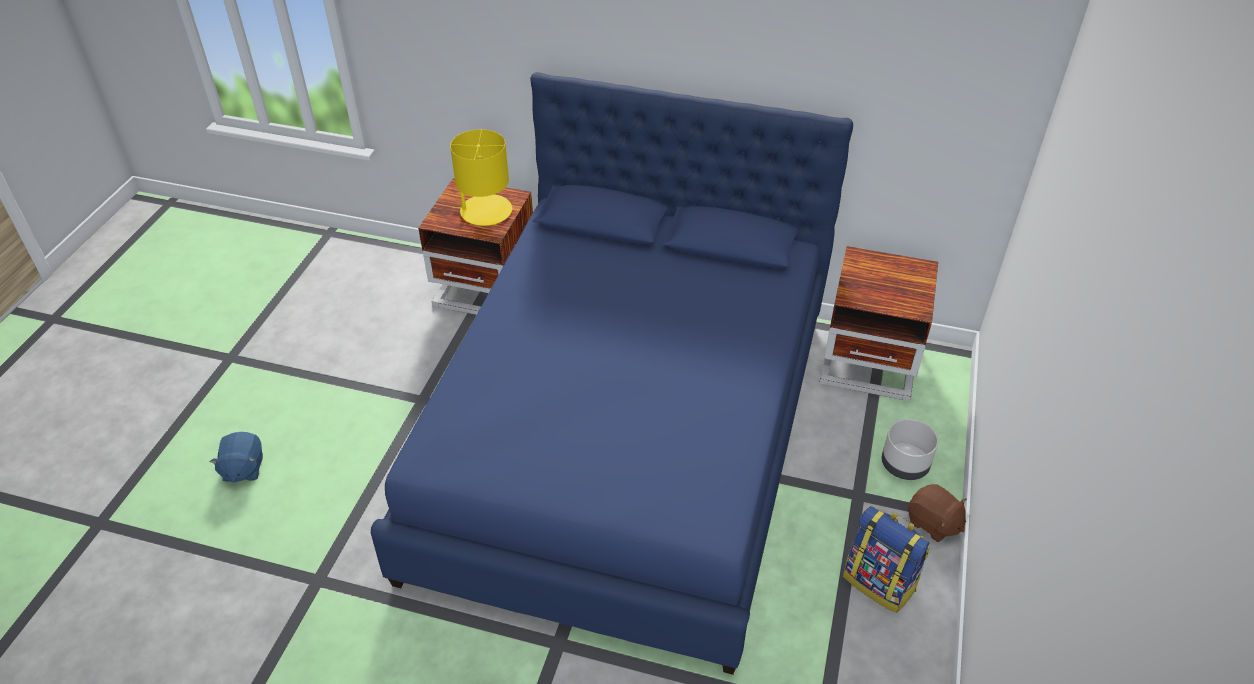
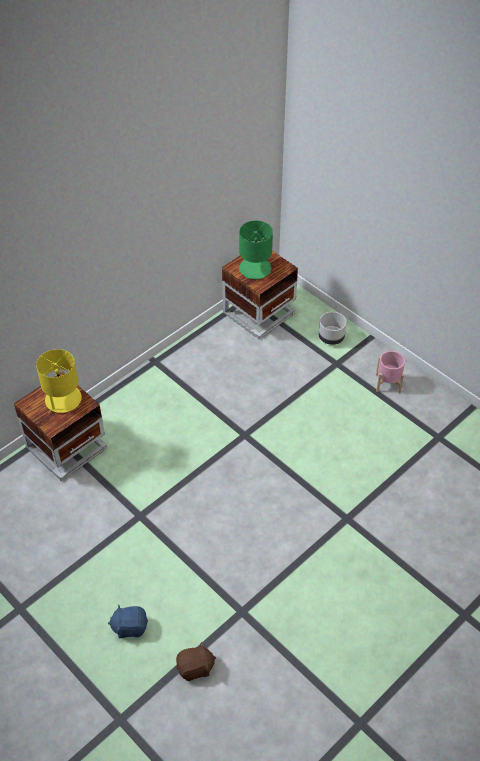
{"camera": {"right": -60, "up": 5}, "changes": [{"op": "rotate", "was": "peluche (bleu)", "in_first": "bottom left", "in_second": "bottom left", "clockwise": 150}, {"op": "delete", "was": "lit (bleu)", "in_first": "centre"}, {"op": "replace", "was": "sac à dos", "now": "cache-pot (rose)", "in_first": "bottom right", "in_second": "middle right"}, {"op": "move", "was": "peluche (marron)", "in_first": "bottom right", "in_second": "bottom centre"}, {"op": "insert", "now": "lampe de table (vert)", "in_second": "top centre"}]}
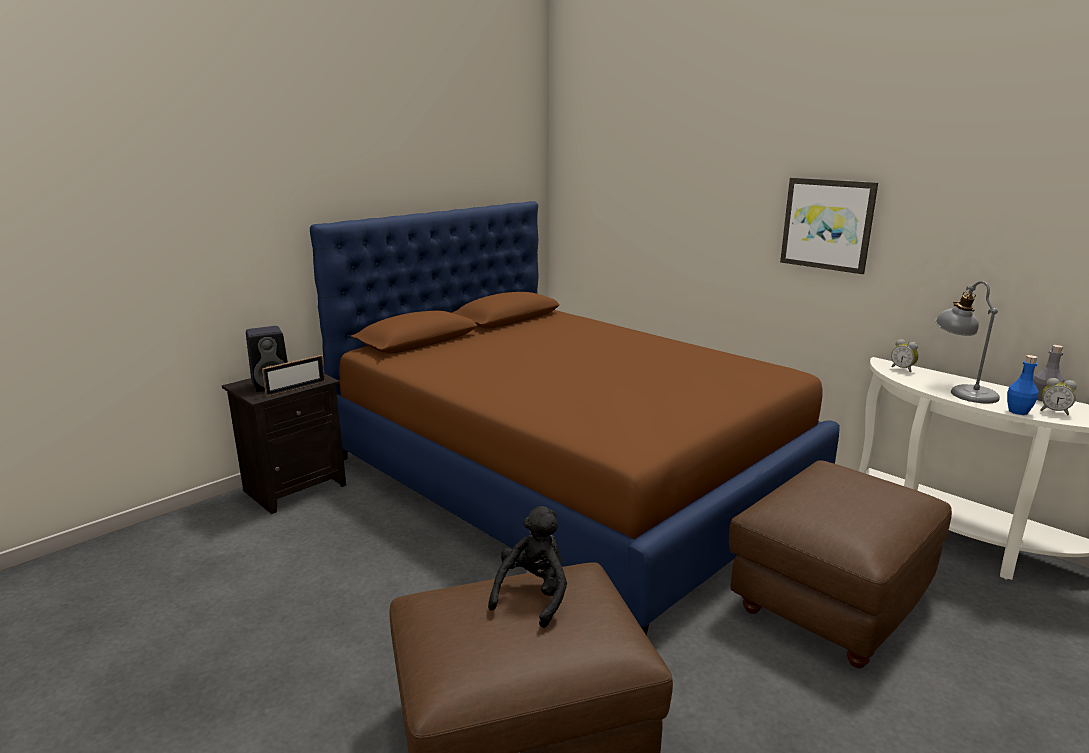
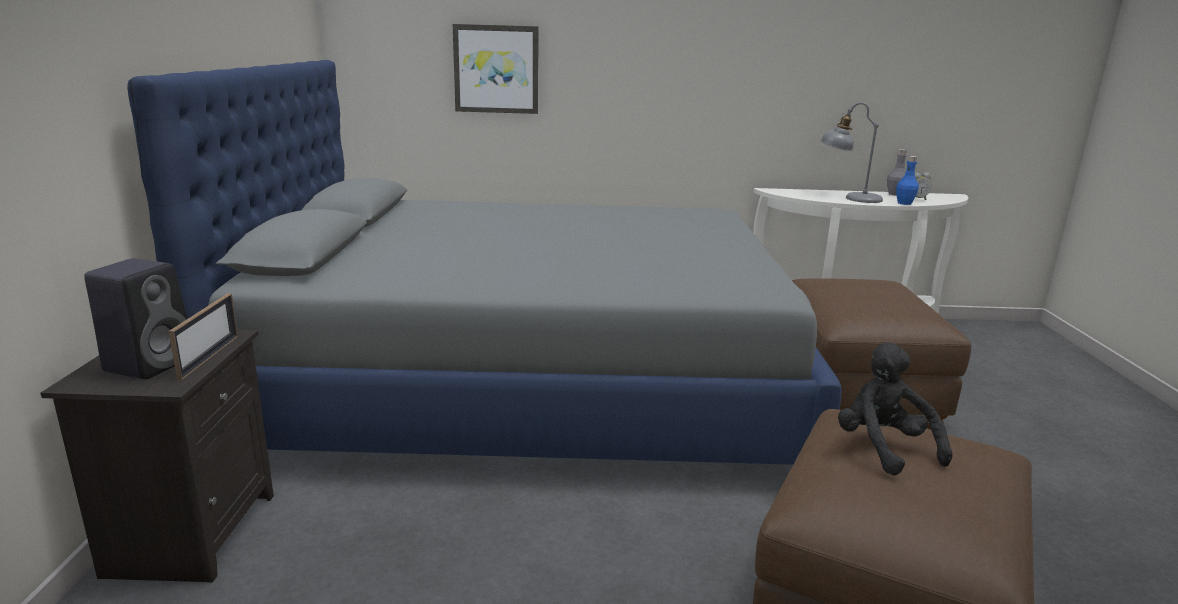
{"camera": {"right": -45, "up": 0}, "changes": [{"op": "recolor", "was": "lit (marron)", "now": "lit (gris)", "in_first": "centre", "in_second": "centre"}, {"op": "move", "was": "tableau", "in_first": "top right", "in_second": "top centre"}, {"op": "delete", "was": "réveil (1st from left)", "in_first": "middle right"}]}
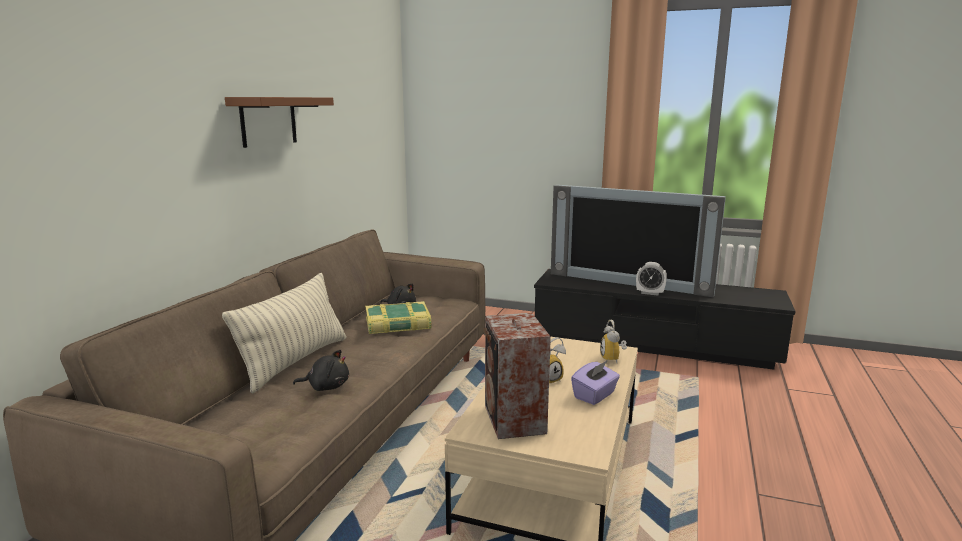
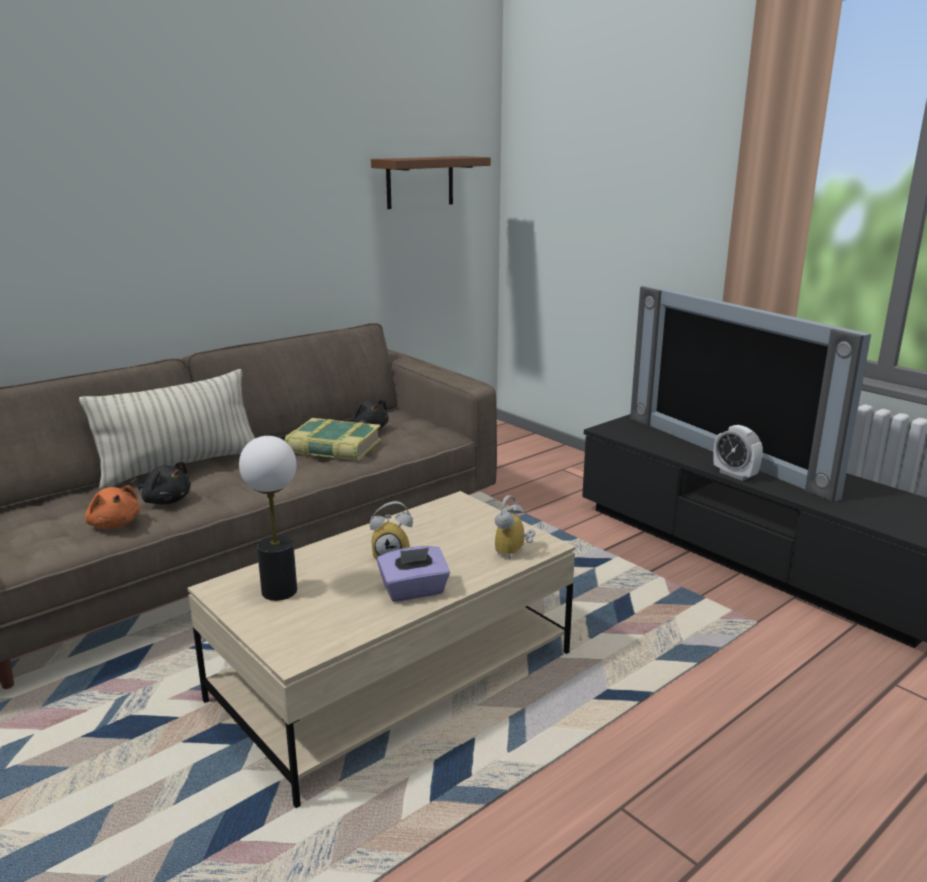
{"camera": {"right": 30, "up": 5}, "changes": [{"op": "move", "was": "étagère (marron)", "in_first": "top left", "in_second": "top centre"}, {"op": "replace", "was": "enceinte", "now": "lampe de table", "in_first": "bottom centre", "in_second": "middle left"}, {"op": "insert", "now": "peluche (orange)", "in_second": "middle left"}]}
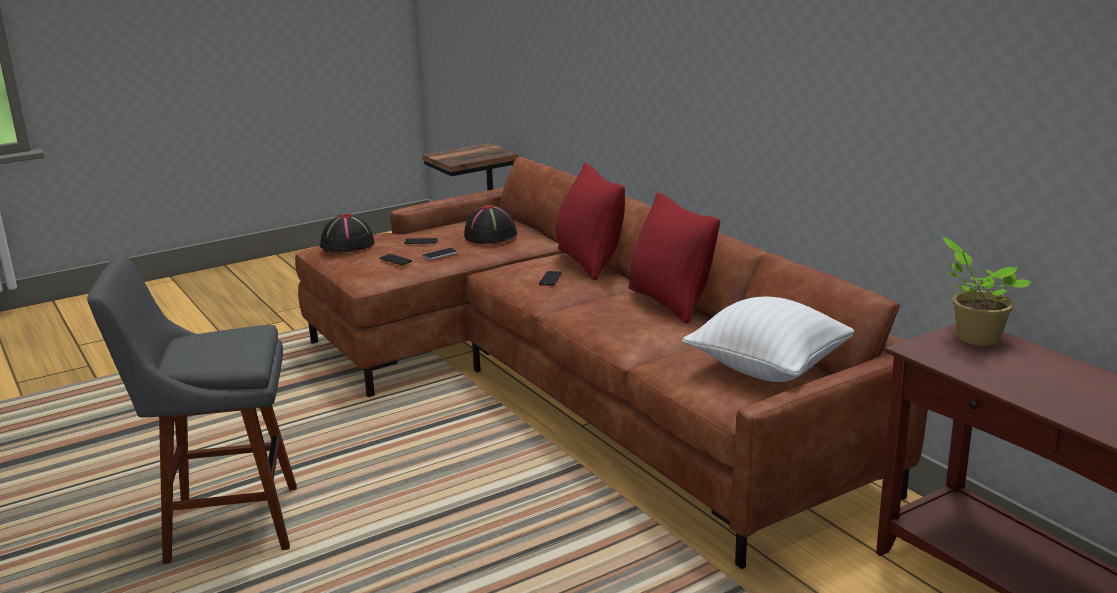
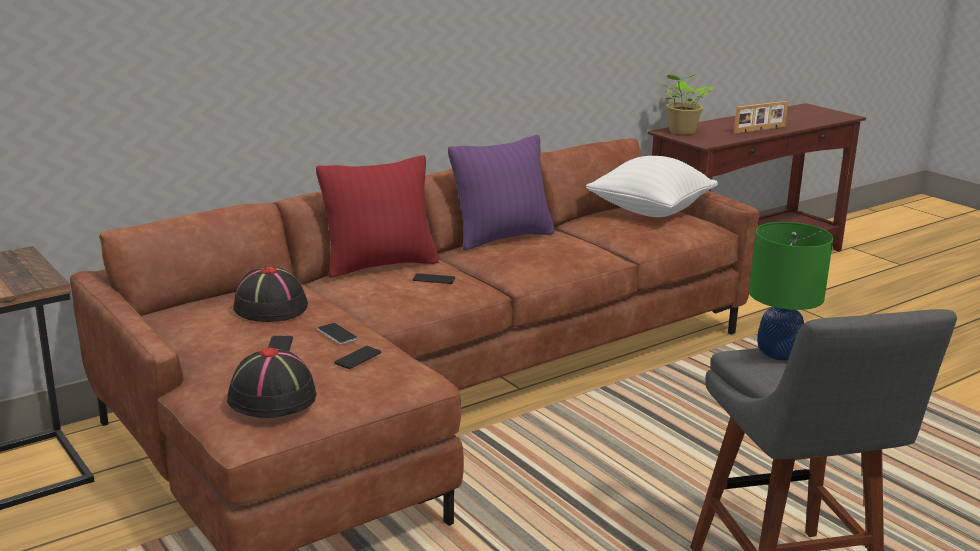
{"camera": {"right": -95, "up": 0}, "changes": [{"op": "recolor", "was": "coussin (rouge) (2nd from left)", "now": "coussin (violet)", "in_first": "centre", "in_second": "centre"}, {"op": "insert", "now": "cadre photo", "in_second": "top right"}, {"op": "insert", "now": "lampe de table (vert)", "in_second": "middle right"}]}
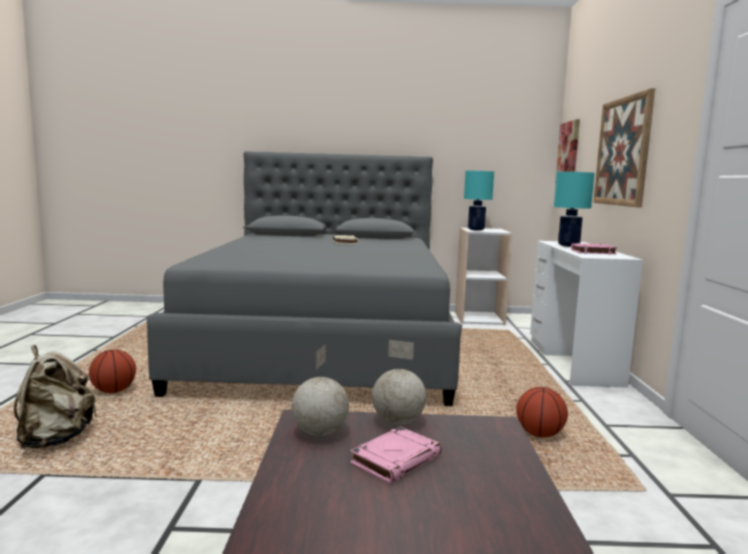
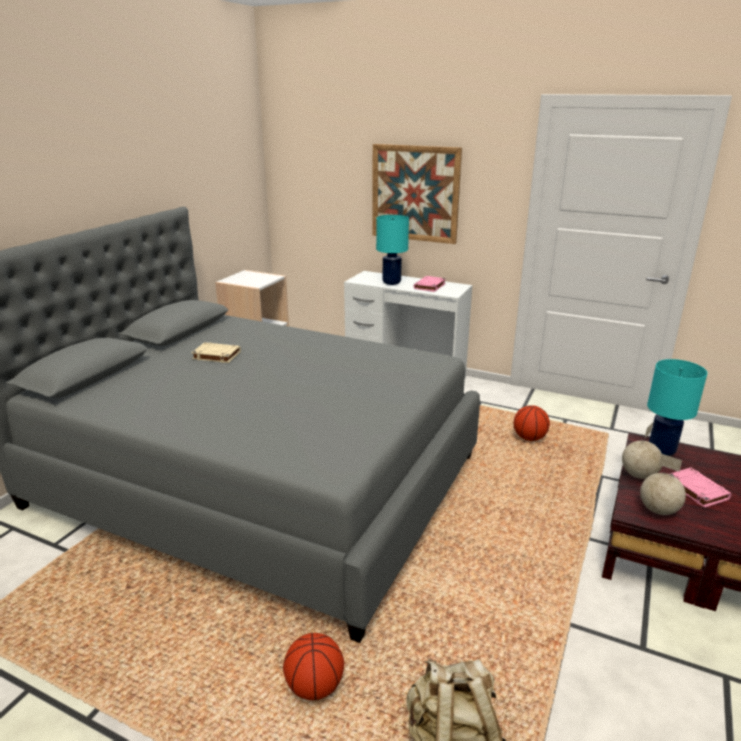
{"camera": {"right": -65, "up": 15}, "changes": [{"op": "move", "was": "lampe de table (turquoise) (1st from left in the first image)", "now": "lampe de table (turquoise) (2nd from left)", "in_first": "centre", "in_second": "middle right"}, {"op": "delete", "was": "tableau (1st from left)", "in_first": "top right"}]}
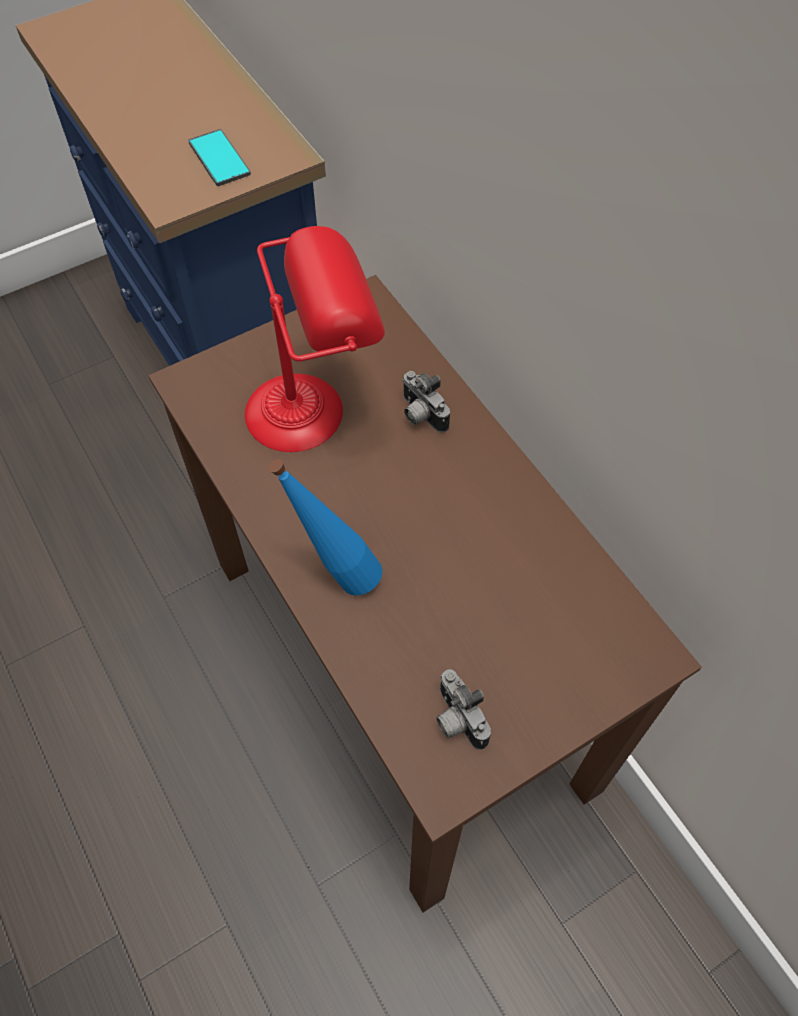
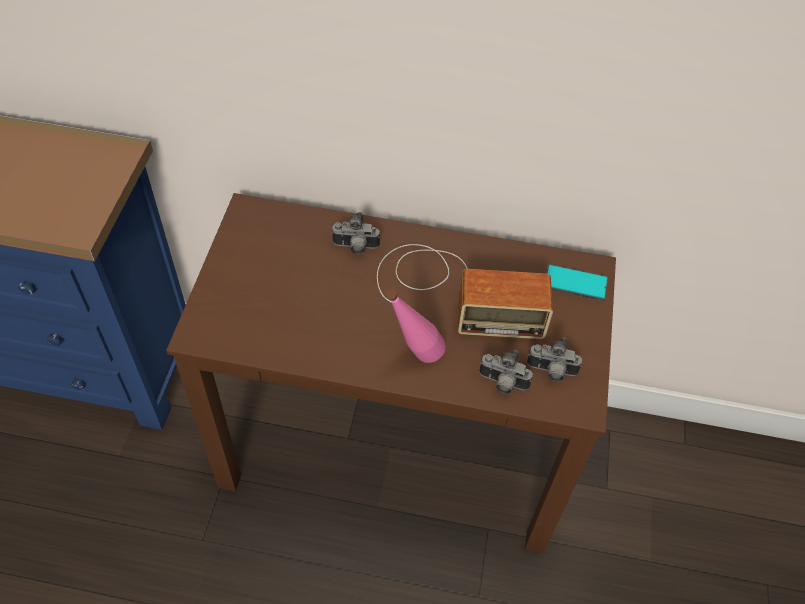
{"camera": {"right": -50, "up": -5}, "changes": [{"op": "move", "was": "téléphone", "in_first": "top left", "in_second": "middle right"}, {"op": "delete", "was": "lampe de table (rouge)", "in_first": "centre"}, {"op": "recolor", "was": "bouteille (bleu)", "now": "bouteille (rose)", "in_first": "centre", "in_second": "centre"}, {"op": "insert", "now": "radio", "in_second": "centre"}, {"op": "insert", "now": "appareil photo (2nd from left)", "in_second": "centre"}]}
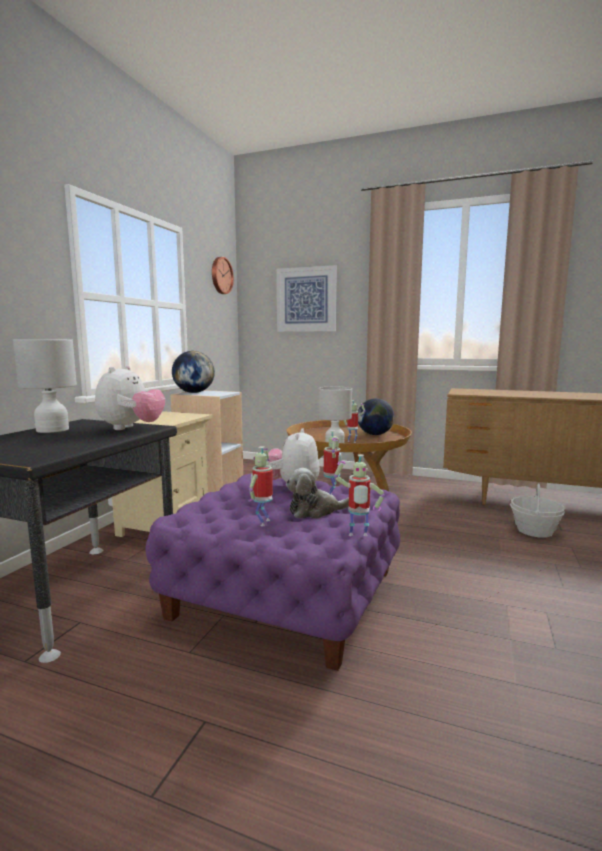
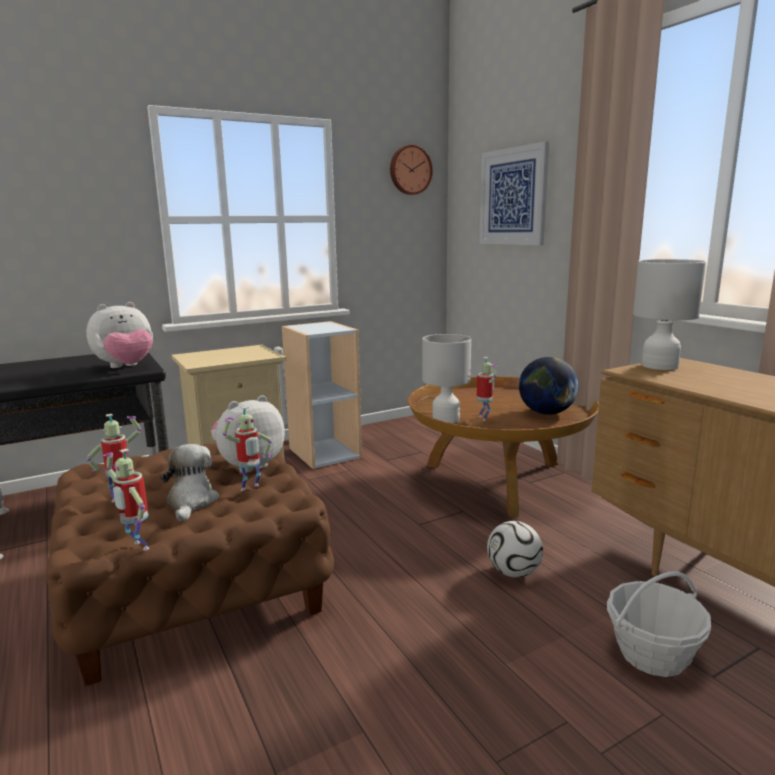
{"camera": {"right": 40, "up": 5}, "changes": [{"op": "move", "was": "lampe de table (gris) (1st from left in the first image)", "now": "lampe de table (gris) (2nd from left)", "in_first": "middle left", "in_second": "middle right"}, {"op": "recolor", "was": "pouf (violet)", "now": "pouf (marron)", "in_first": "bottom centre", "in_second": "bottom left"}, {"op": "delete", "was": "globe (1st from left)", "in_first": "middle left"}, {"op": "rotate", "was": "peluche (3rd from left in the first image)", "in_first": "centre", "in_second": "middle left", "clockwise": 60}, {"op": "insert", "now": "ballon de foot", "in_second": "bottom centre"}]}
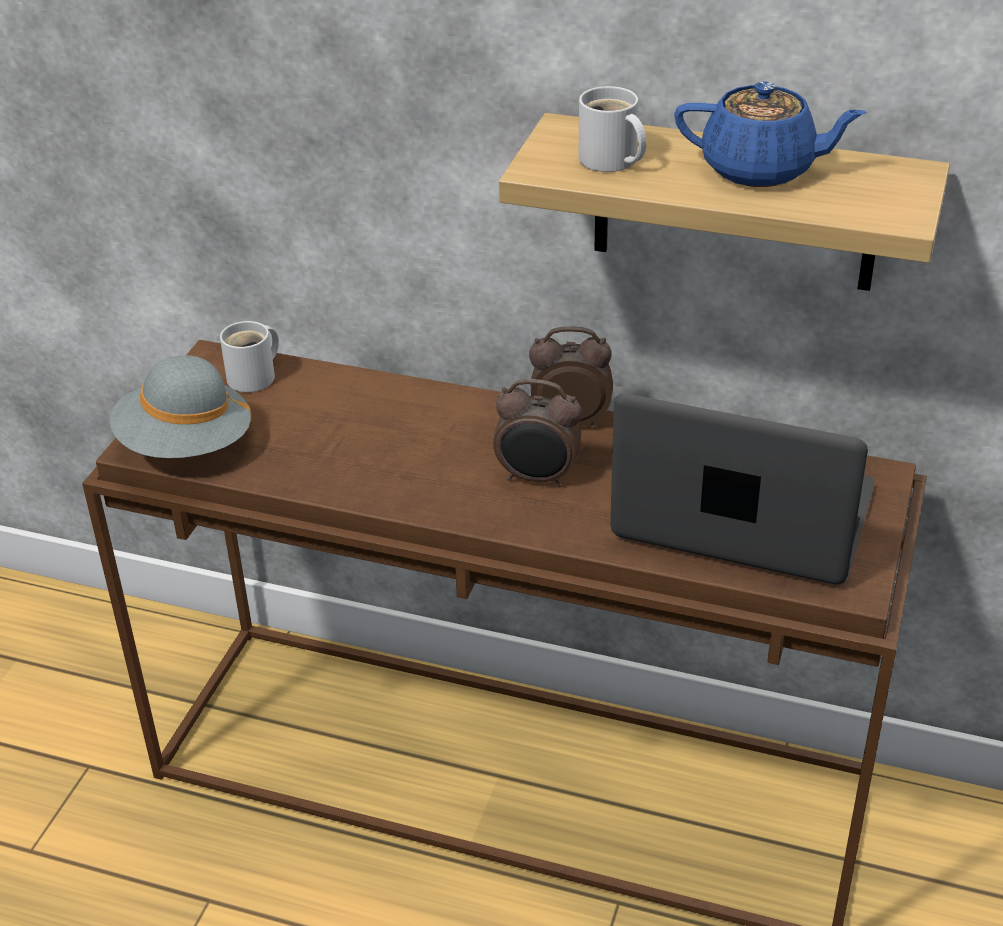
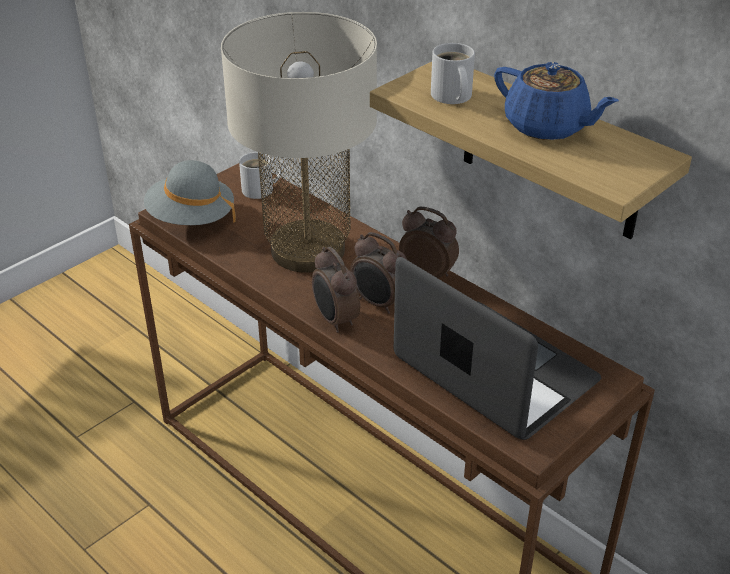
{"camera": {"right": 25, "up": 0}, "changes": [{"op": "insert", "now": "lampe de table", "in_second": "top centre"}, {"op": "insert", "now": "réveil (1st from left)", "in_second": "centre"}]}
